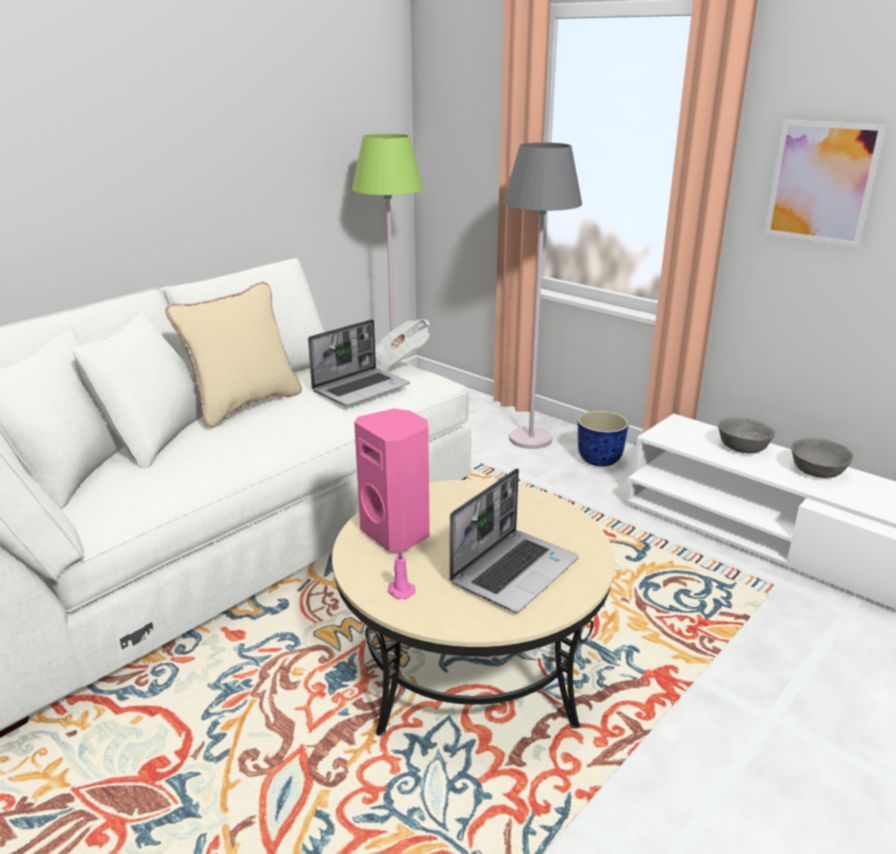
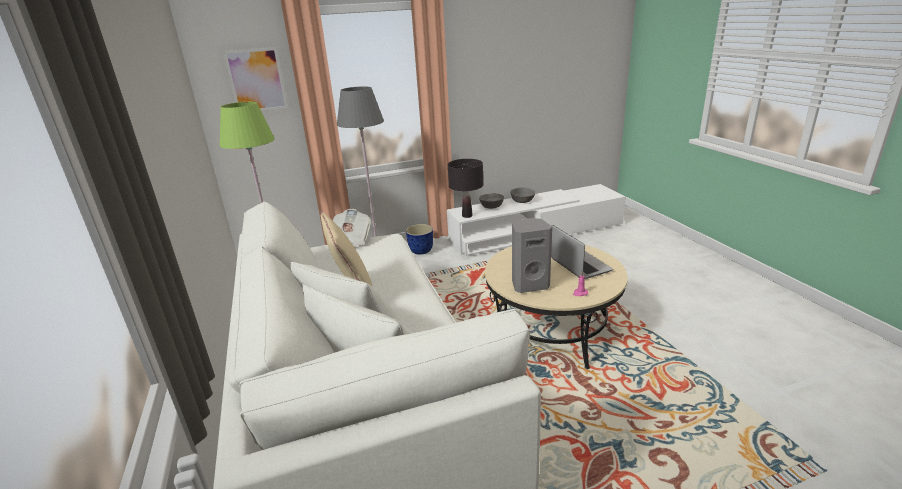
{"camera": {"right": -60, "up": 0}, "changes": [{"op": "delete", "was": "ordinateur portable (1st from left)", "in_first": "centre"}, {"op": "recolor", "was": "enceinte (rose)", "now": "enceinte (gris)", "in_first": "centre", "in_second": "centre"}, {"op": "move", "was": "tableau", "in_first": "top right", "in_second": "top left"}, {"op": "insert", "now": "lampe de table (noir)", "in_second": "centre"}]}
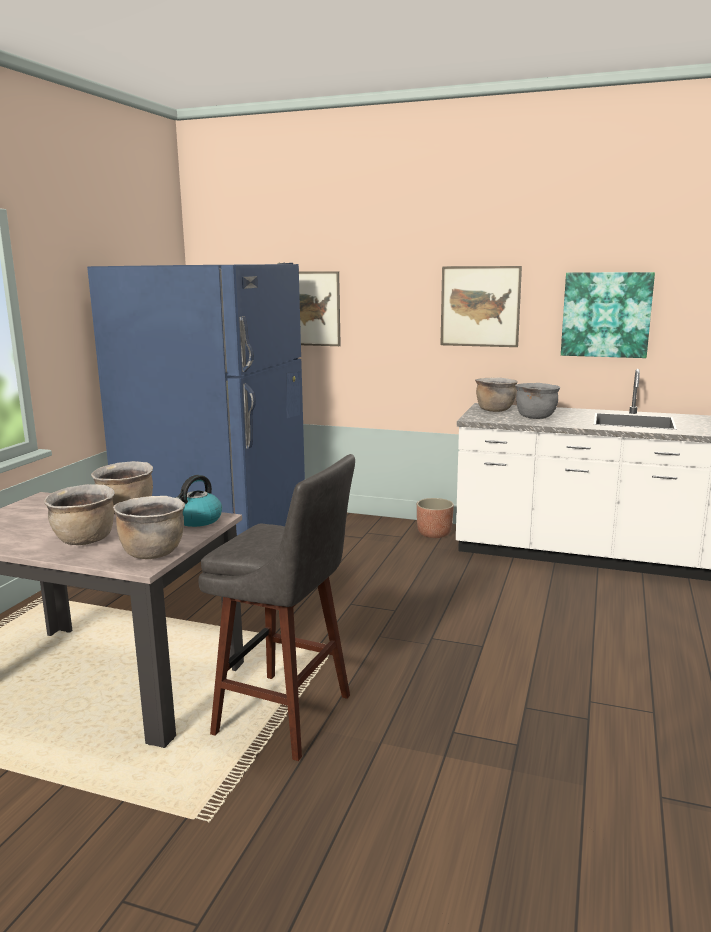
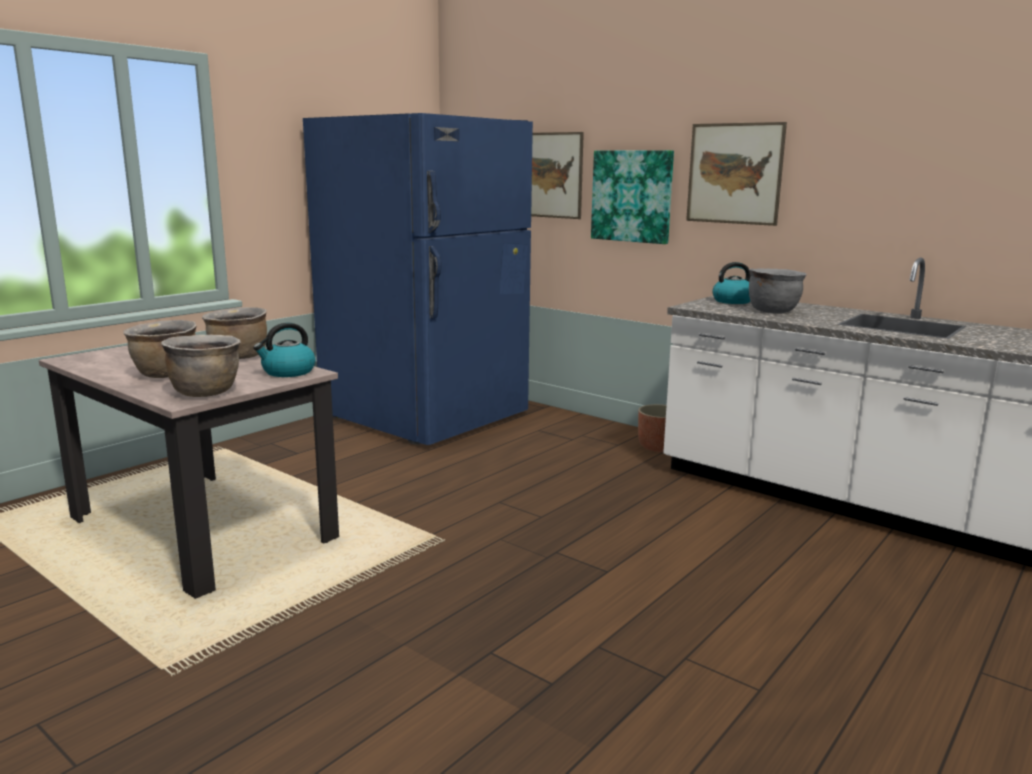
{"camera": {"right": 20, "up": 0}, "changes": [{"op": "delete", "was": "tabouret (gris)", "in_first": "centre"}, {"op": "replace", "was": "marmite (marron) (4th from left)", "now": "bouilloire (2nd from left)", "in_first": "middle right", "in_second": "middle right"}, {"op": "move", "was": "tableau (3rd from left in the first image)", "now": "tableau (2nd from left)", "in_first": "middle right", "in_second": "top centre"}]}
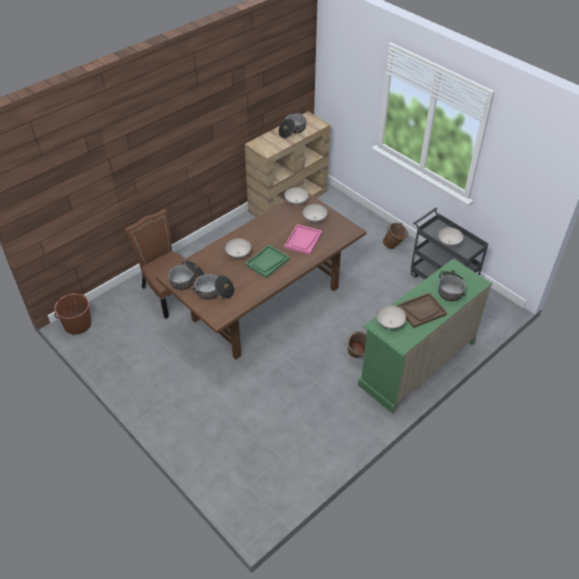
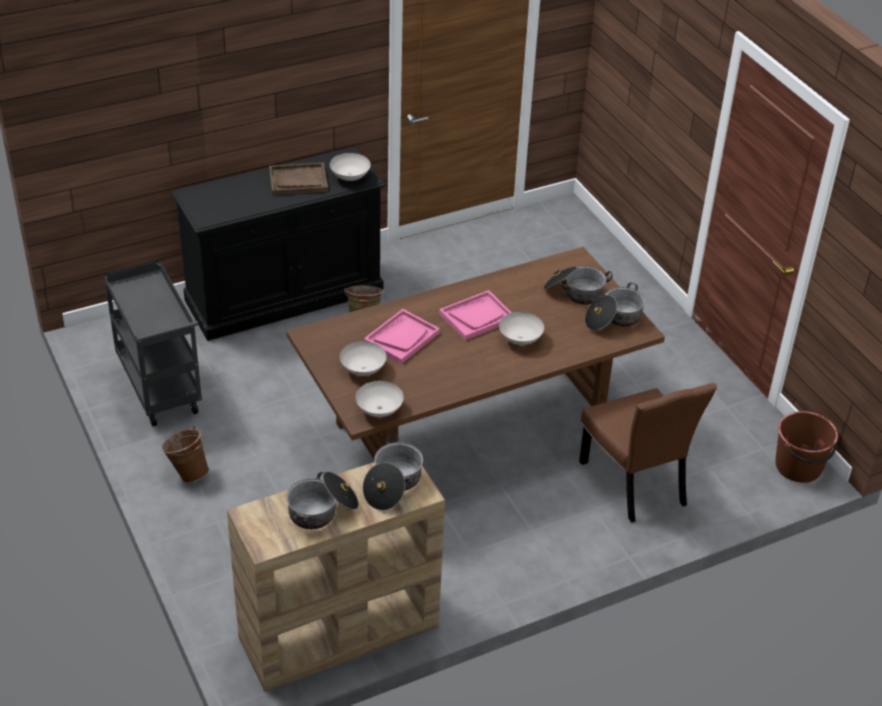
{"camera": {"right": -165, "up": -5}, "changes": [{"op": "recolor", "was": "plateau (vert)", "now": "plateau (rose) (2nd from left)", "in_first": "centre", "in_second": "centre"}, {"op": "recolor", "was": "meuble de rangement (vert)", "now": "meuble de rangement (noir)", "in_first": "middle right", "in_second": "middle left"}, {"op": "delete", "was": "bol (blanc) (5th from left)", "in_first": "middle right"}, {"op": "move", "was": "marmite (4th from left in the first image)", "now": "marmite (2nd from left)", "in_first": "middle right", "in_second": "bottom centre"}]}
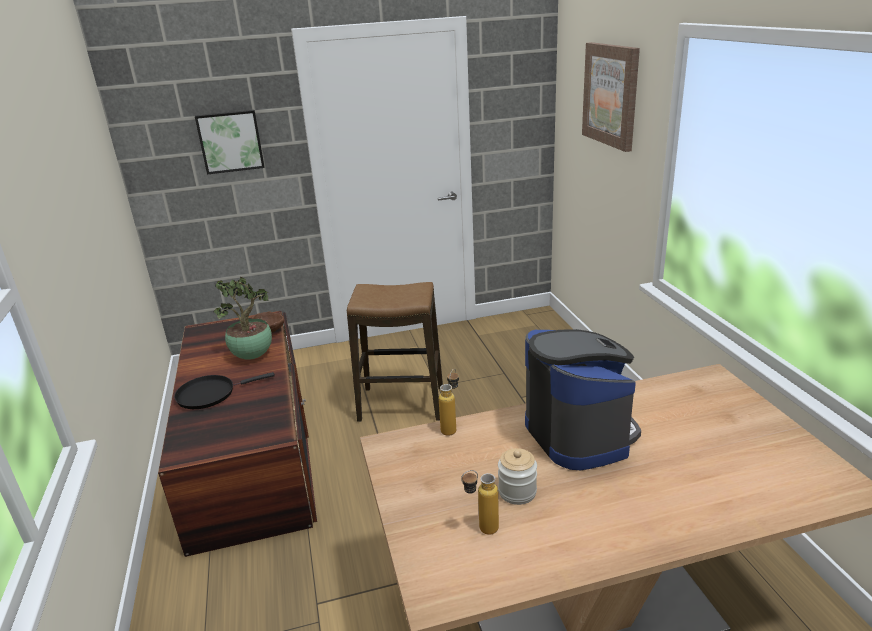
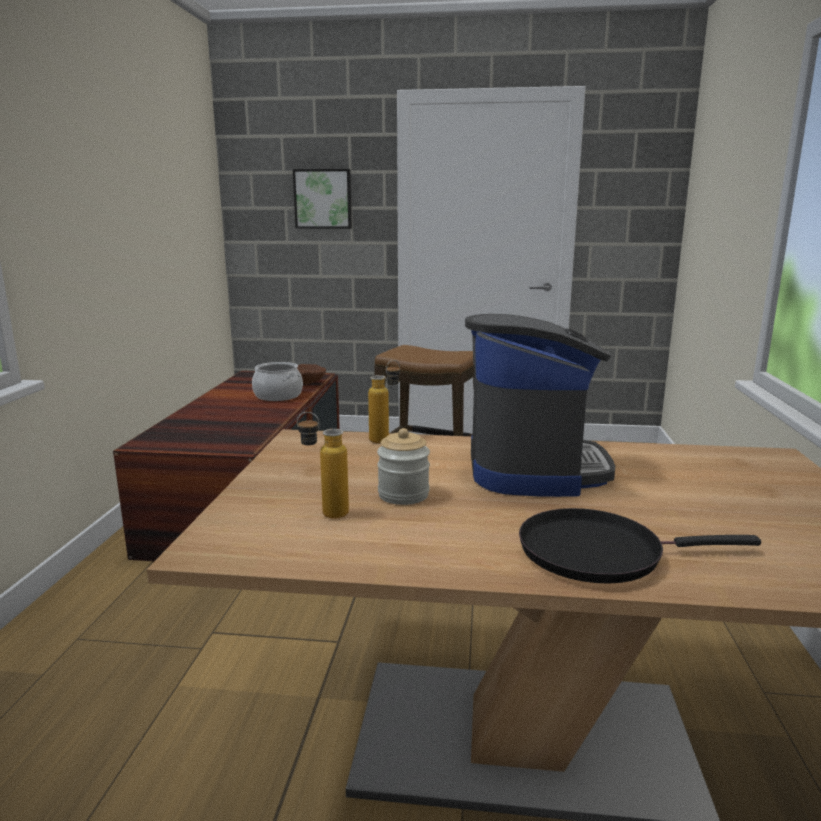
{"camera": {"right": 20, "up": -10}, "changes": [{"op": "move", "was": "poêle (noir)", "in_first": "middle left", "in_second": "middle right"}, {"op": "replace", "was": "plante en pot", "now": "marmite", "in_first": "middle left", "in_second": "centre"}, {"op": "delete", "was": "tableau (2nd from left)", "in_first": "top right"}]}
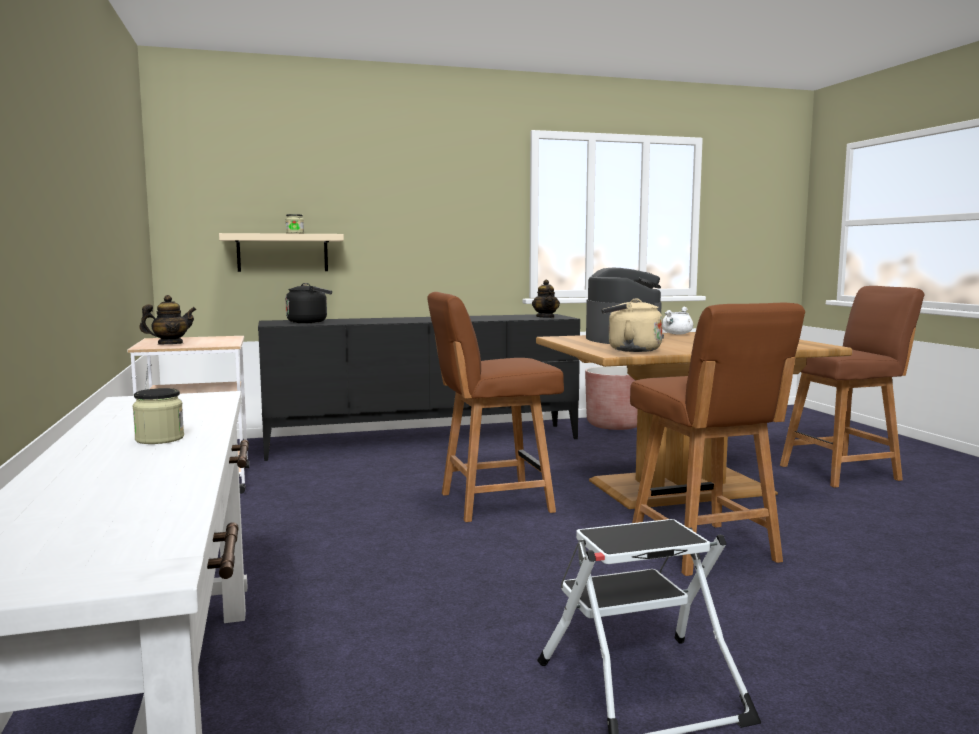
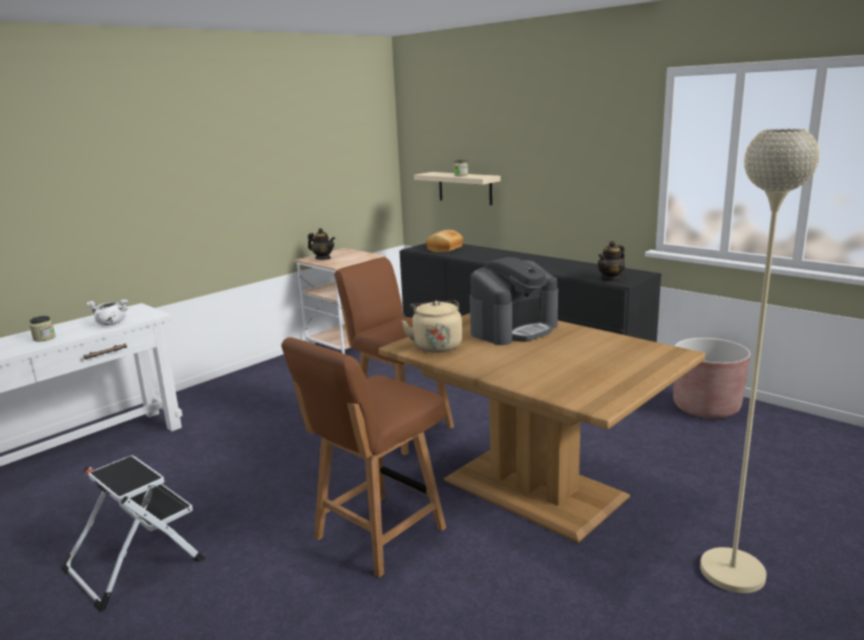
{"camera": {"right": 60, "up": 10}, "changes": [{"op": "replace", "was": "bouilloire (noir)", "now": "pain", "in_first": "middle left", "in_second": "centre"}, {"op": "move", "was": "marmite (blanc)", "in_first": "middle right", "in_second": "middle left"}, {"op": "replace", "was": "chaise (marron) (3rd from left)", "now": "lampadaire (beige)", "in_first": "middle right", "in_second": "middle right"}]}
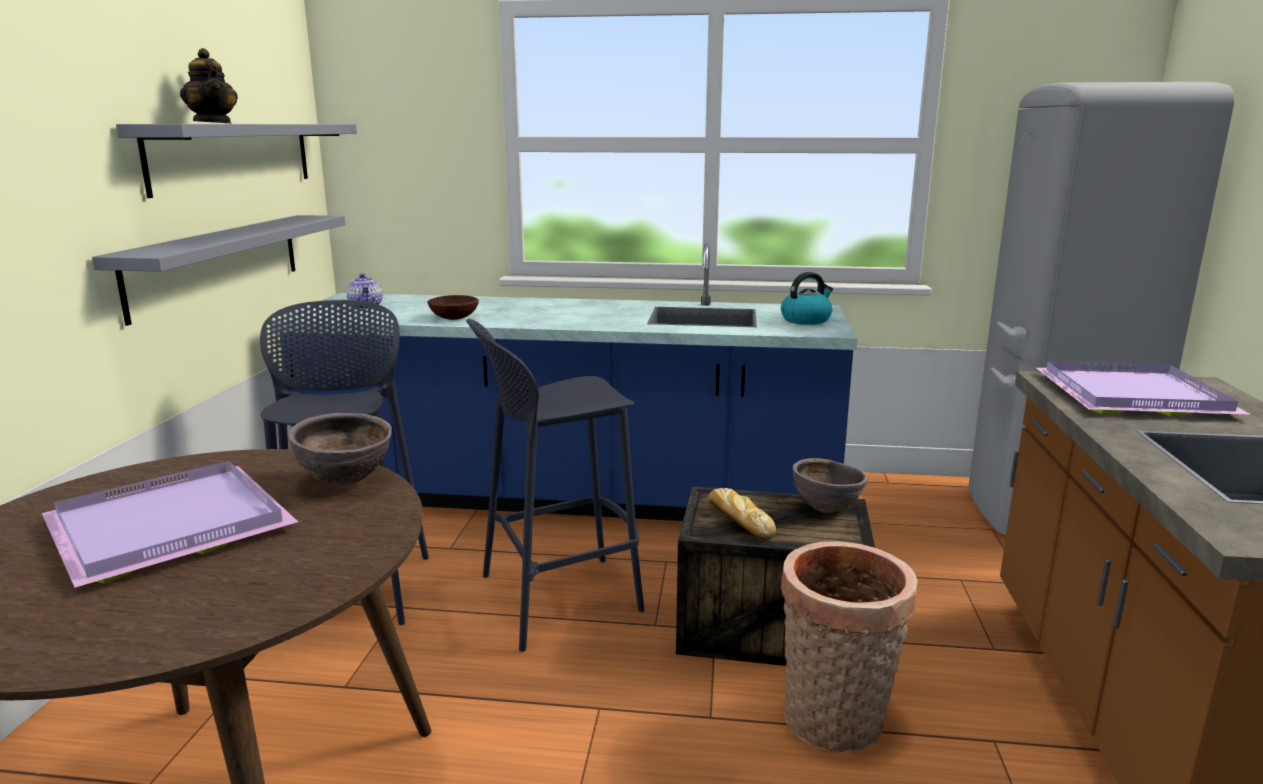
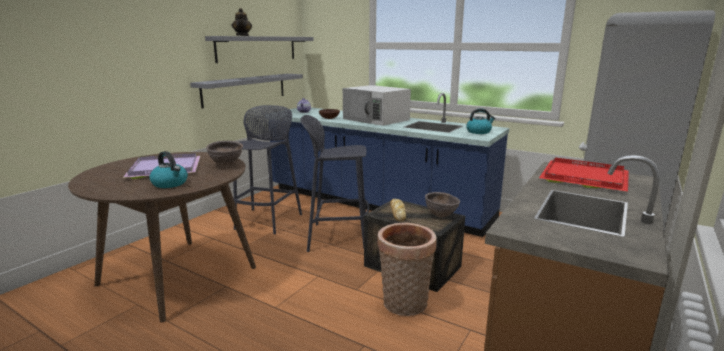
{"camera": {"right": 25, "up": 0}, "changes": [{"op": "recolor", "was": "plateau (violet) (2nd from left)", "now": "plateau (rouge)", "in_first": "middle right", "in_second": "middle right"}, {"op": "insert", "now": "bouilloire (1st from left)", "in_second": "middle left"}, {"op": "insert", "now": "micro-ondes (blanc)", "in_second": "top centre"}]}
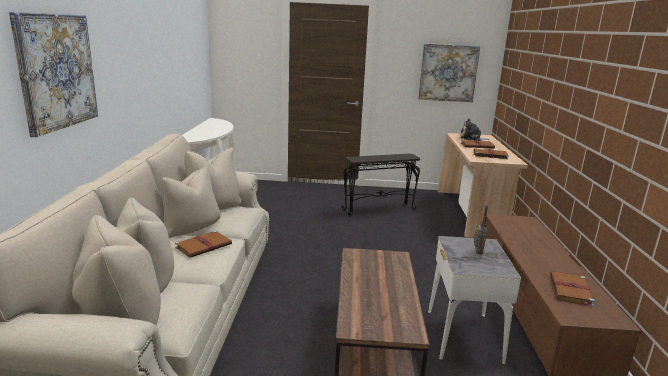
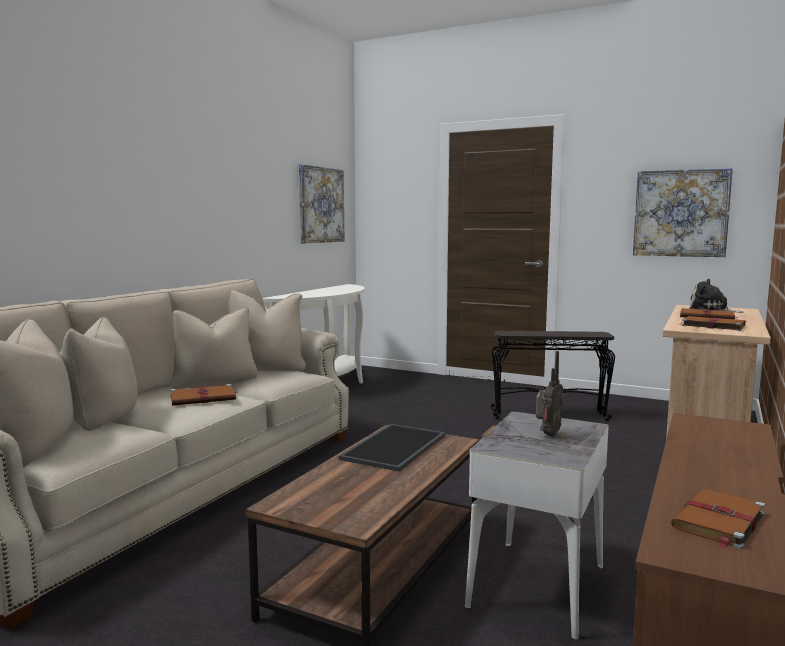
{"camera": {"right": 25, "up": -10}, "changes": [{"op": "move", "was": "tableau (1st from left)", "in_first": "top left", "in_second": "top centre"}, {"op": "insert", "now": "plateau", "in_second": "bottom centre"}]}
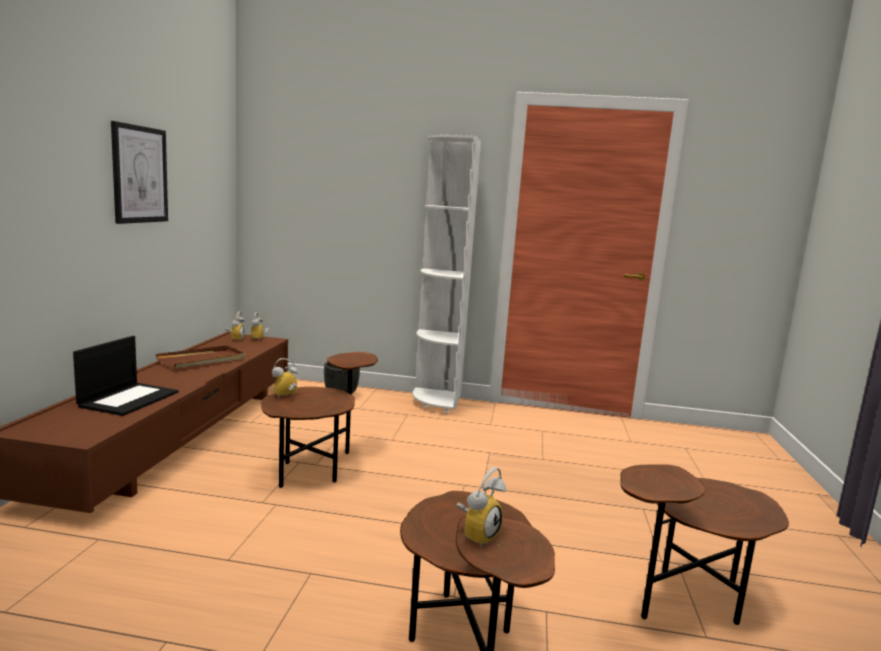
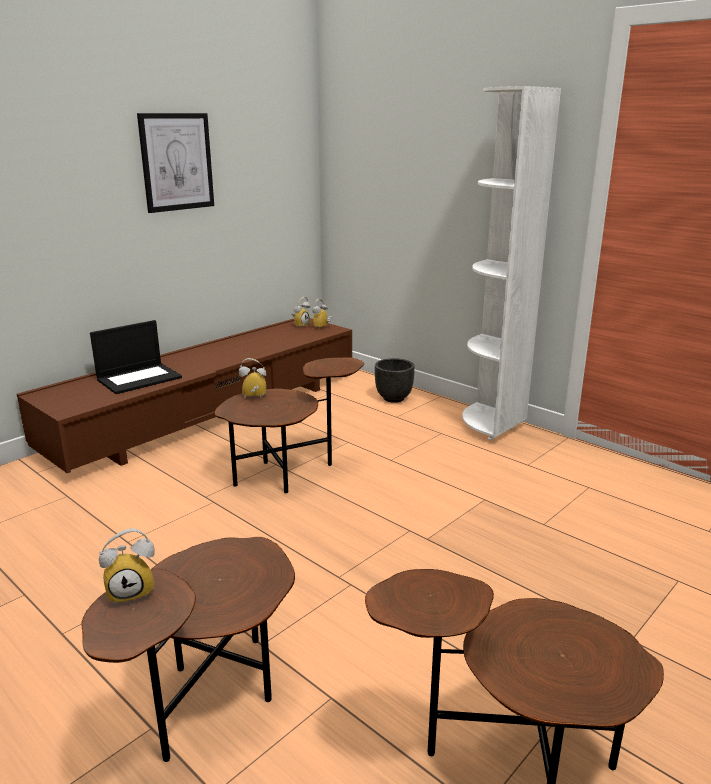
{"camera": {"right": 35, "up": 10}, "changes": [{"op": "delete", "was": "plateau (marron)", "in_first": "middle left"}]}
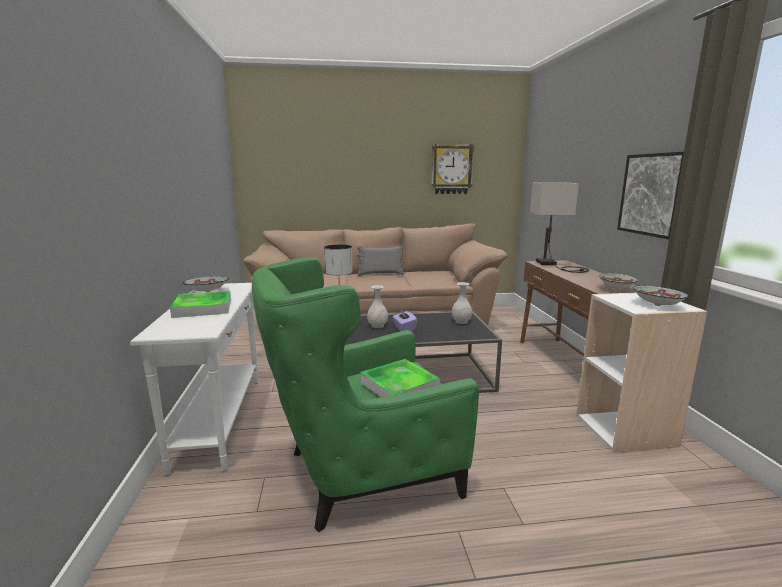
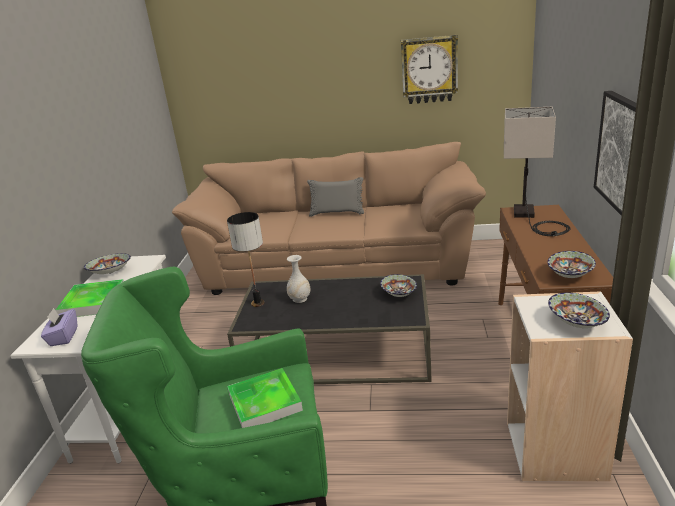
{"camera": {"right": 15, "up": 10}, "changes": [{"op": "move", "was": "boîte à mouchoirs (violet)", "in_first": "centre", "in_second": "middle left"}, {"op": "replace", "was": "vase (blanc) (2nd from left)", "now": "bol (2nd from left)", "in_first": "centre", "in_second": "centre"}]}
